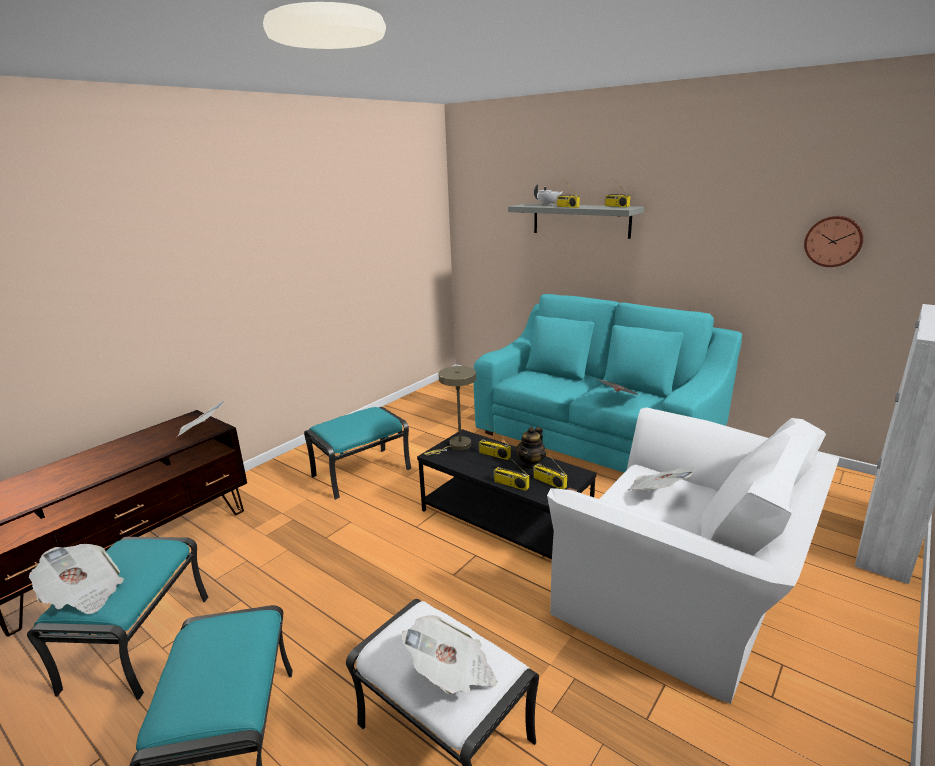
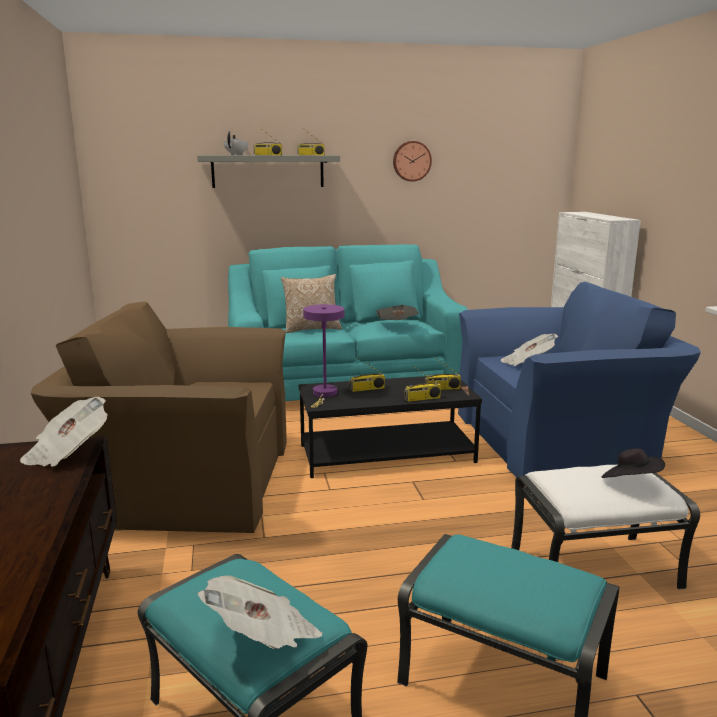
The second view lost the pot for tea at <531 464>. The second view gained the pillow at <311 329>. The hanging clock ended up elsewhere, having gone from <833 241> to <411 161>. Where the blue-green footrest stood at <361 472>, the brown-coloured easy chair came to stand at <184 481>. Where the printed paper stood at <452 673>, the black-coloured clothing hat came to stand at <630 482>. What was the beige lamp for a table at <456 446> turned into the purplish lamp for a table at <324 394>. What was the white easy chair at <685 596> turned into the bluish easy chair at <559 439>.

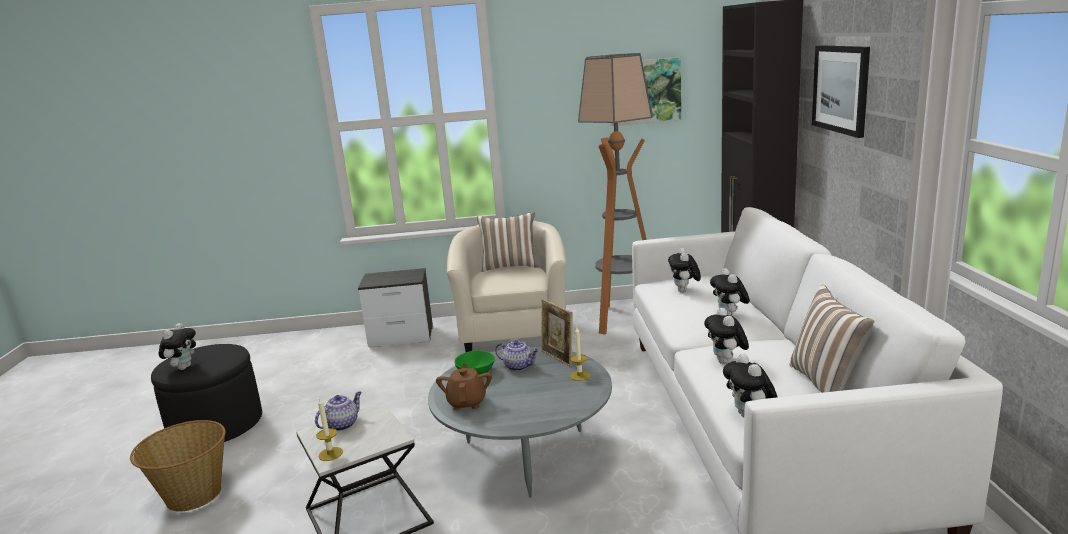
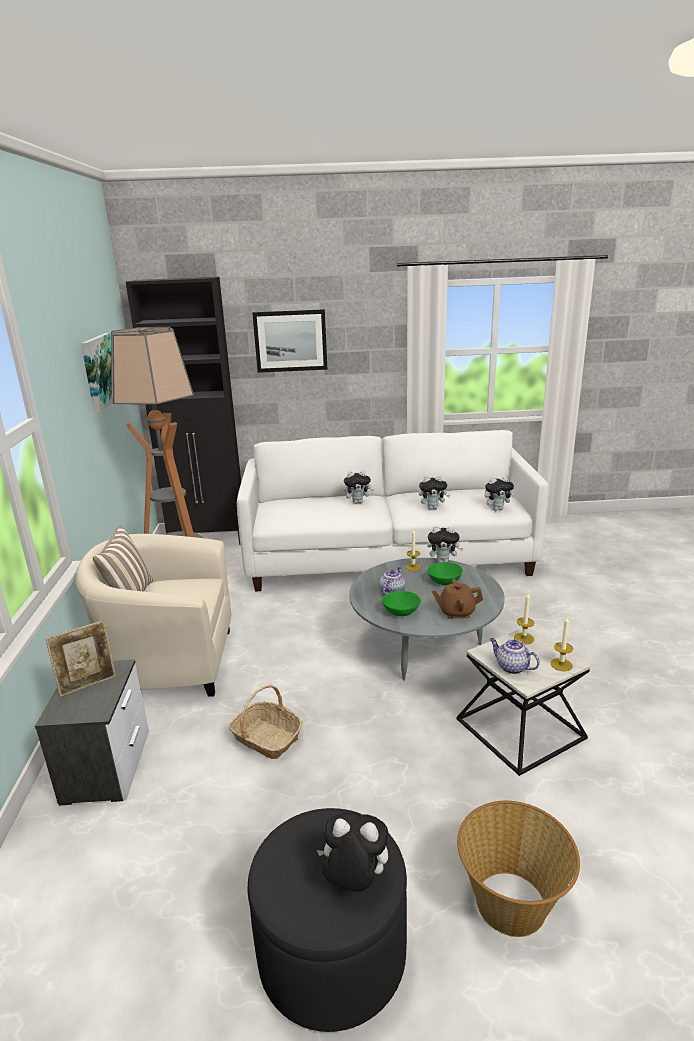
The second view lost the pillow at <826 384>. The second view gained the basket at <266 738>. The second view gained the green bowl at <445 581>. The second view gained the candle at <524 638>. The picture frame ended up elsewhere, having gone from <558 358> to <88 685>. The plush toy ended up elsewhere, having gone from <684 291> to <443 561>.

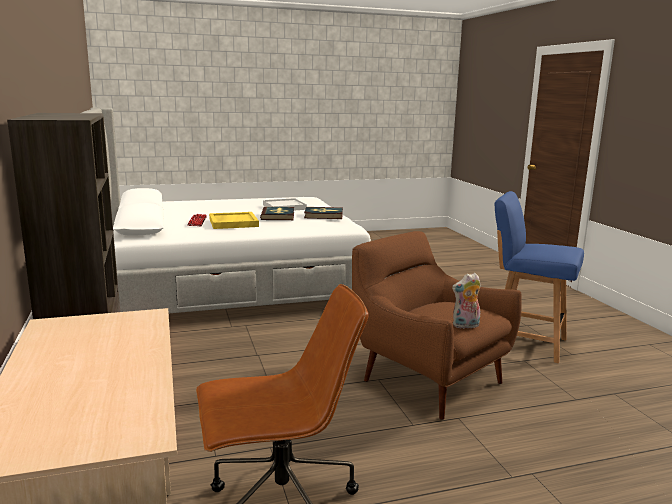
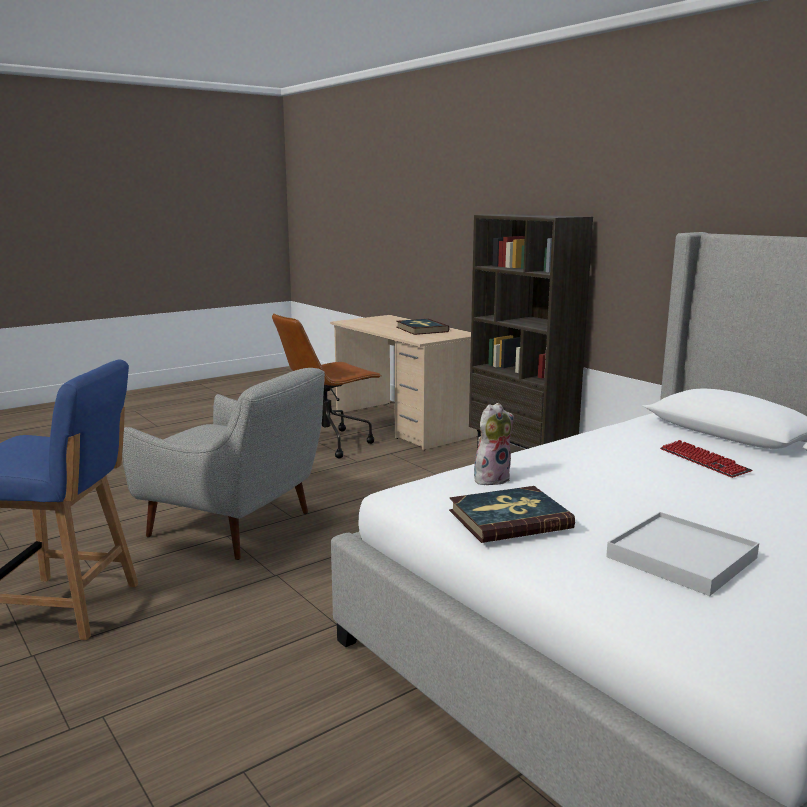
The second view lost the yellow-coloured tray at <233 222>. The bound book ended up elsewhere, having gone from <278 216> to <421 329>. The plush toy ended up elsewhere, having gone from <465 326> to <491 478>. What was the brown-coloured easy chair at <427 379> turned into the greyish easy chair at <236 526>.

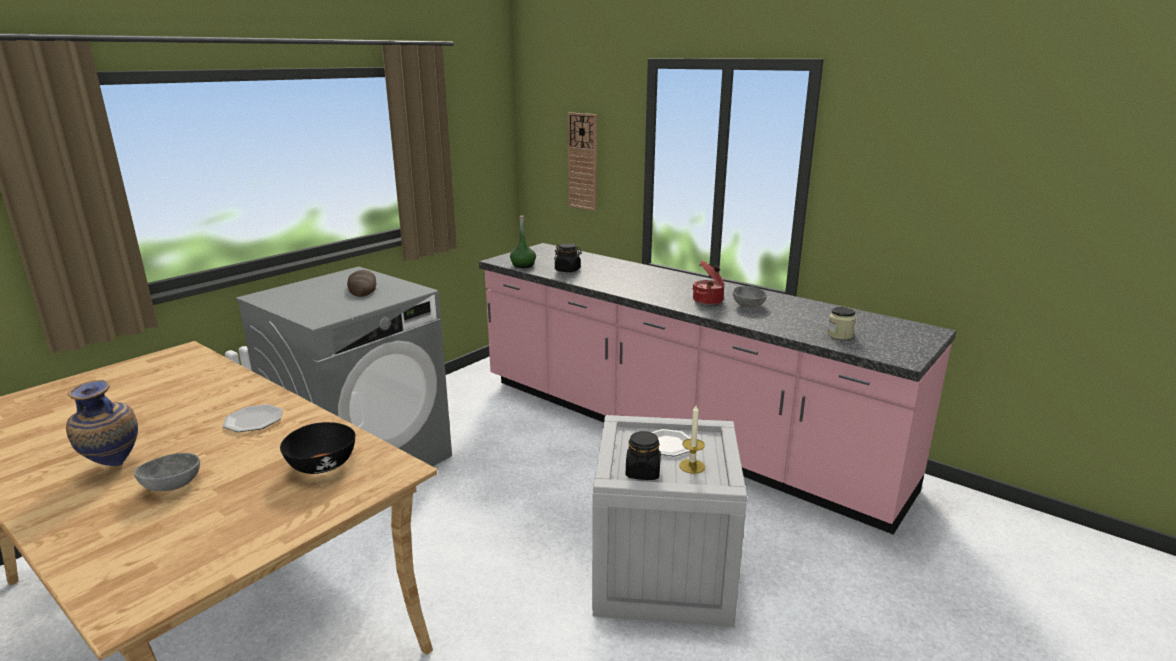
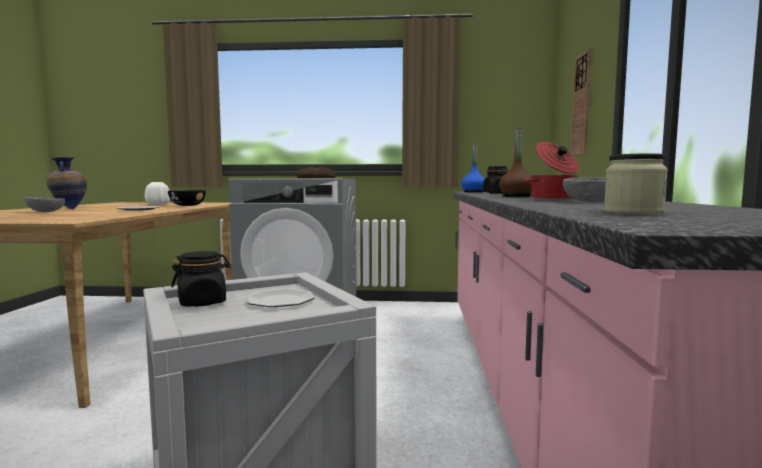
The second view lost the candle at <692 466>. The second view gained the white flower vase at <158 204>. The second view gained the brown-coloured drink bottle at <516 196>. The black-coloured bowl ended up elsewhere, having gone from <321 465> to <187 205>. What was the green drink bottle at <523 265> turned into the bluish drink bottle at <473 192>.

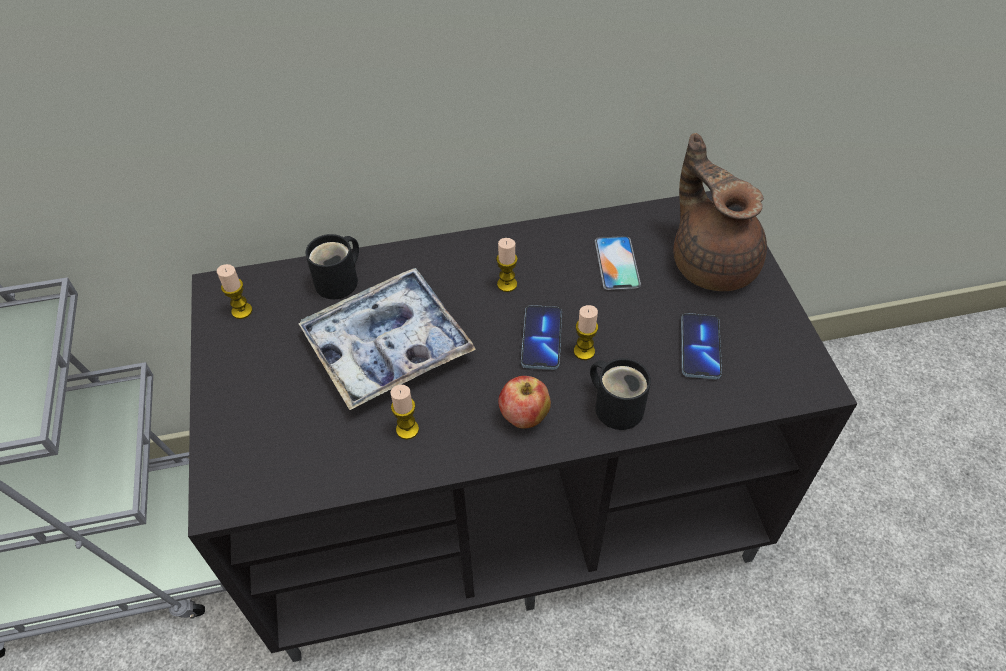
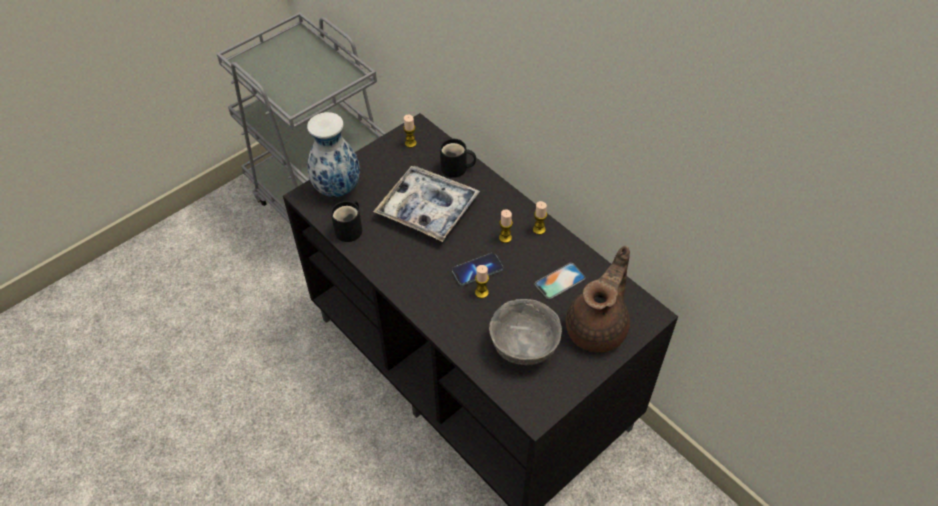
The second view lost the apple at <524 417>. The second view gained the flower vase at <337 189>. The candle ended up elsewhere, having gone from <407 429> to <539 229>. The black-coloured coffee mug ended up elsewhere, having gone from <617 405> to <351 229>. Where the phone stood at <700 347>, the greyish bowl came to stand at <523 346>.

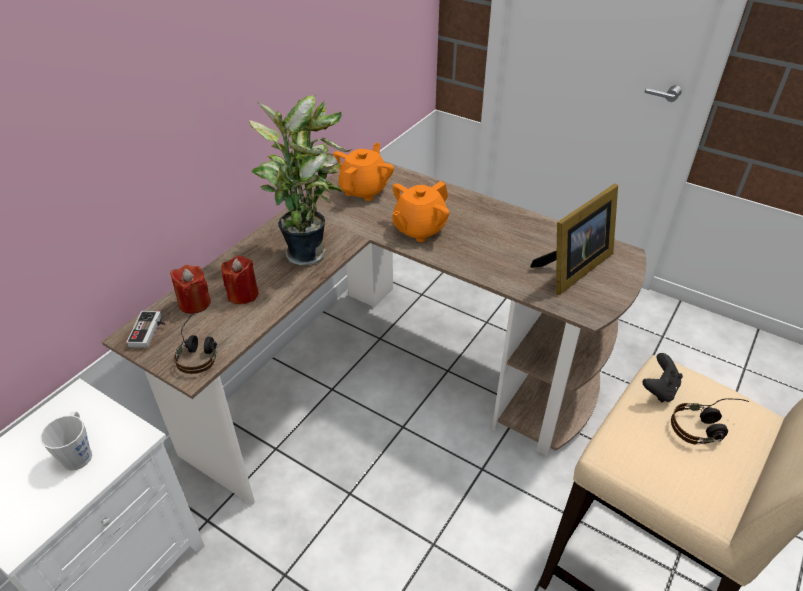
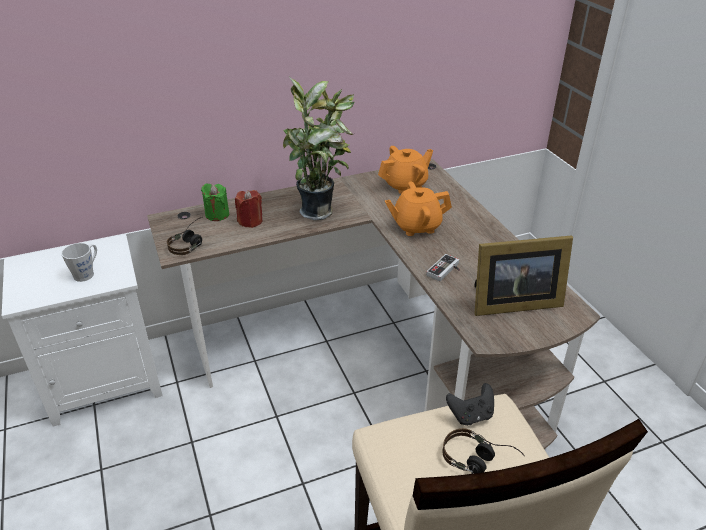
The joypad ended up elsewhere, having gone from <150 331> to <446 271>. What was the reddish candle at <194 303> turned into the green candle at <217 214>.

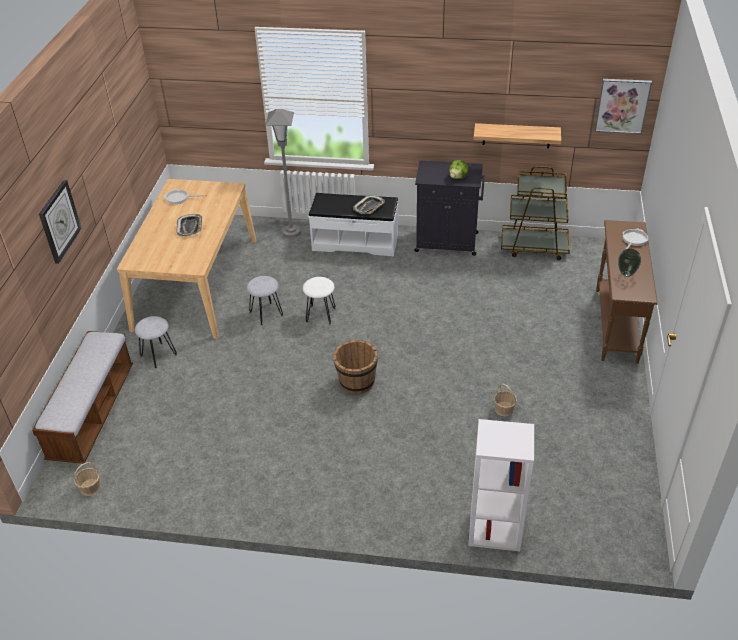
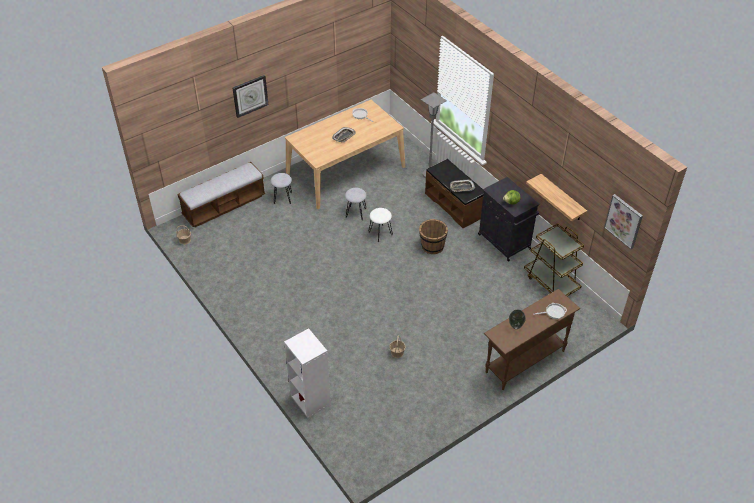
The brown-coloured water bucket ended up elsewhere, having gone from <356 382> to <432 246>. What was the white bench at <355 242> turned into the brown-coloured bench at <454 205>.

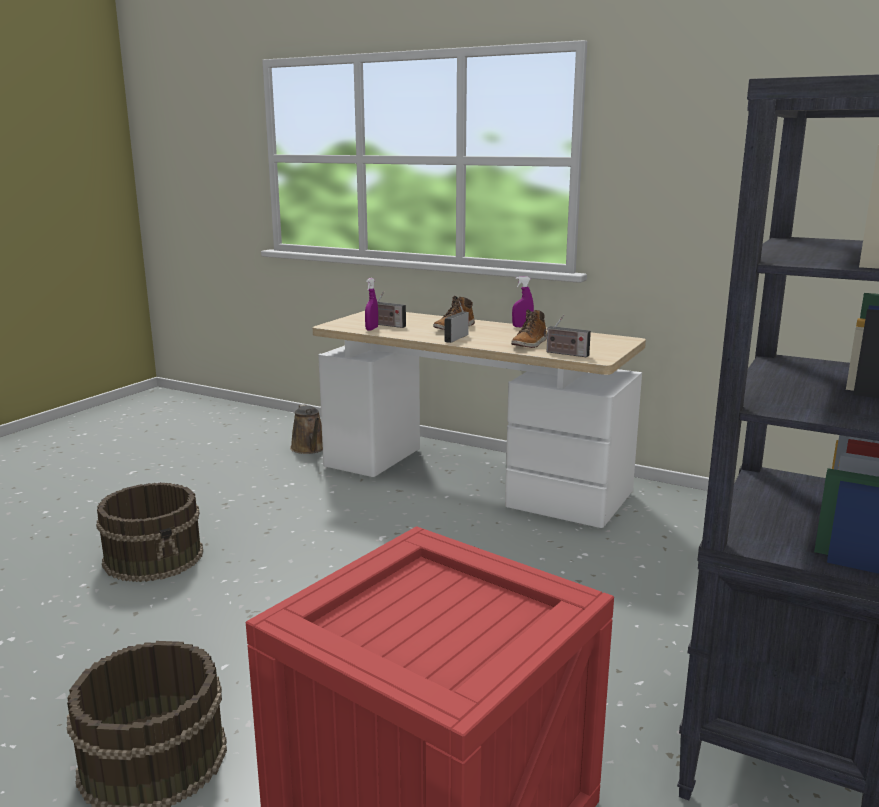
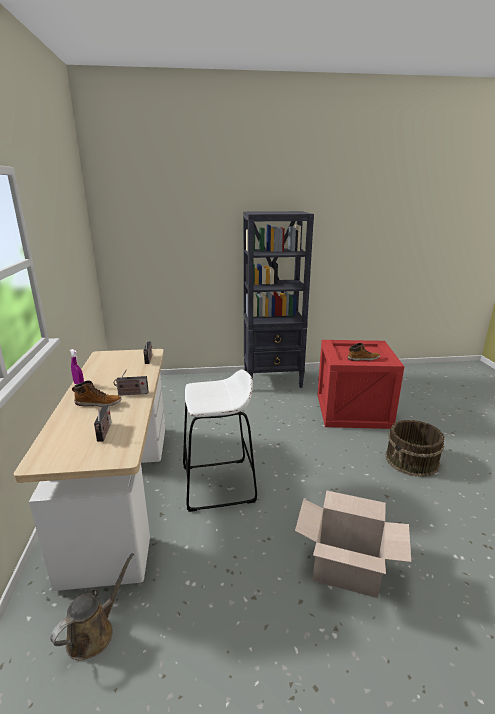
The second view lost the purplish sprayer at <371 329>. The second view gained the white sitting stool at <218 484>. The tall boot ended up elsewhere, having gone from <530 344> to <363 359>. Where the brown-coloured water bucket stood at <154 557>, the cardboard box came to stand at <346 569>.

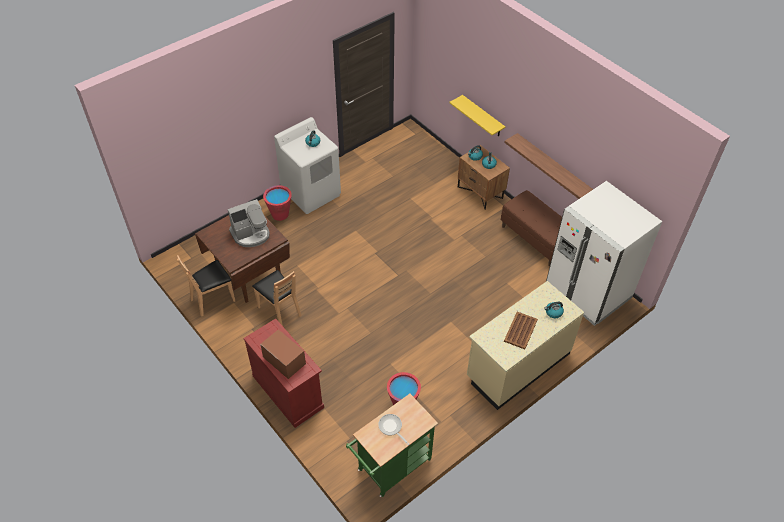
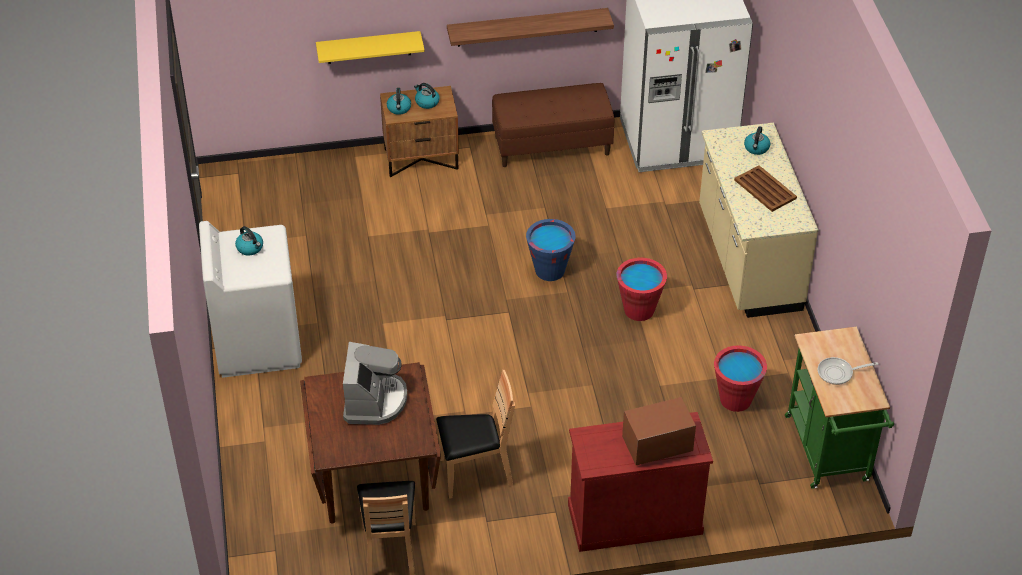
The second view gained the bluish water bucket at <550 270>. The reddish water bucket ended up elsewhere, having gone from <280 214> to <639 310>.

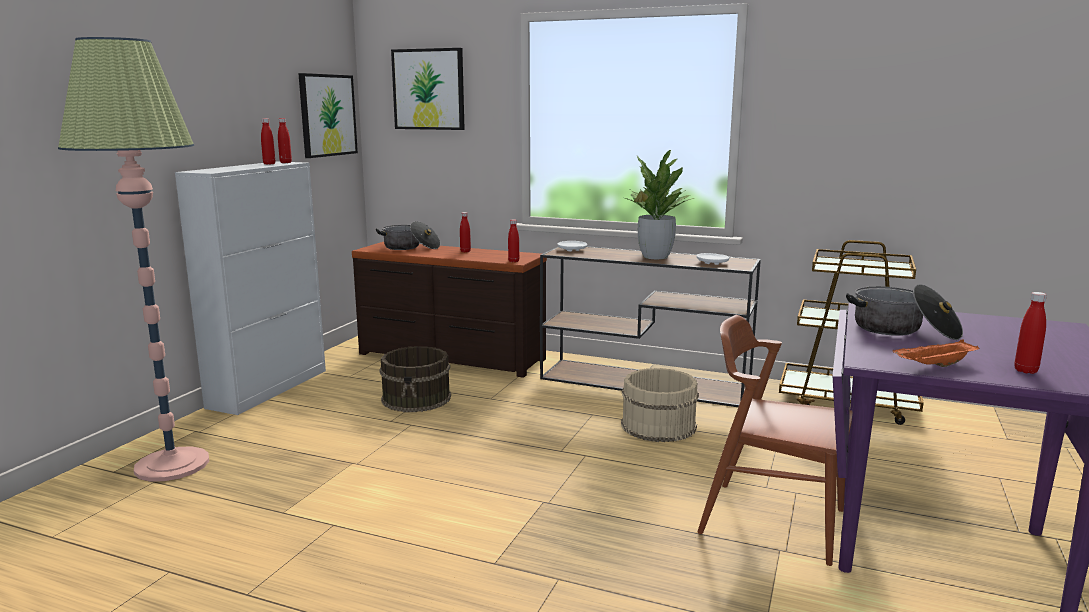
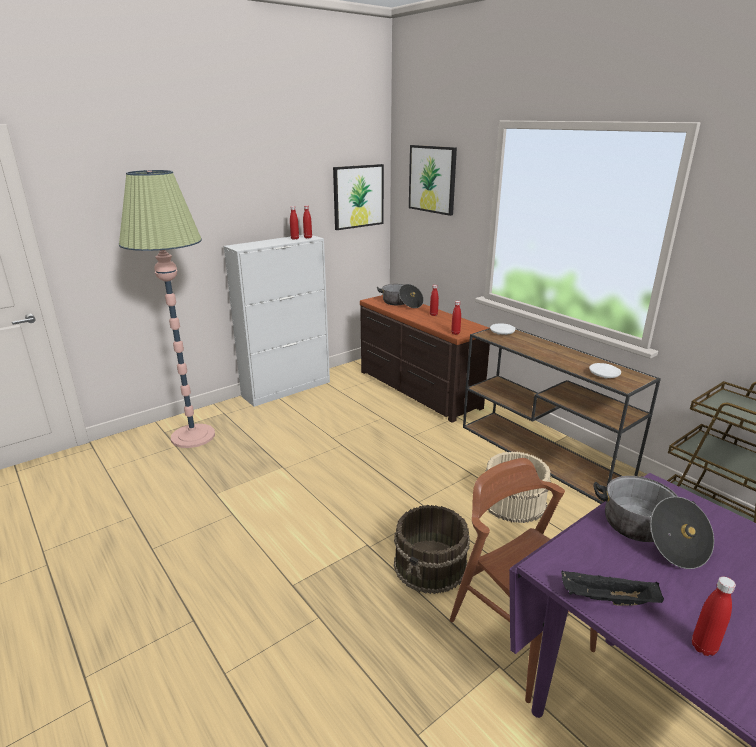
The second view lost the plant in a pot at <655 257>. The brown-coloured water bucket ended up elsewhere, having gone from <417 398> to <431 565>. What was the orange-coloured tray at <934 366> turned into the black-coloured tray at <607 600>.

